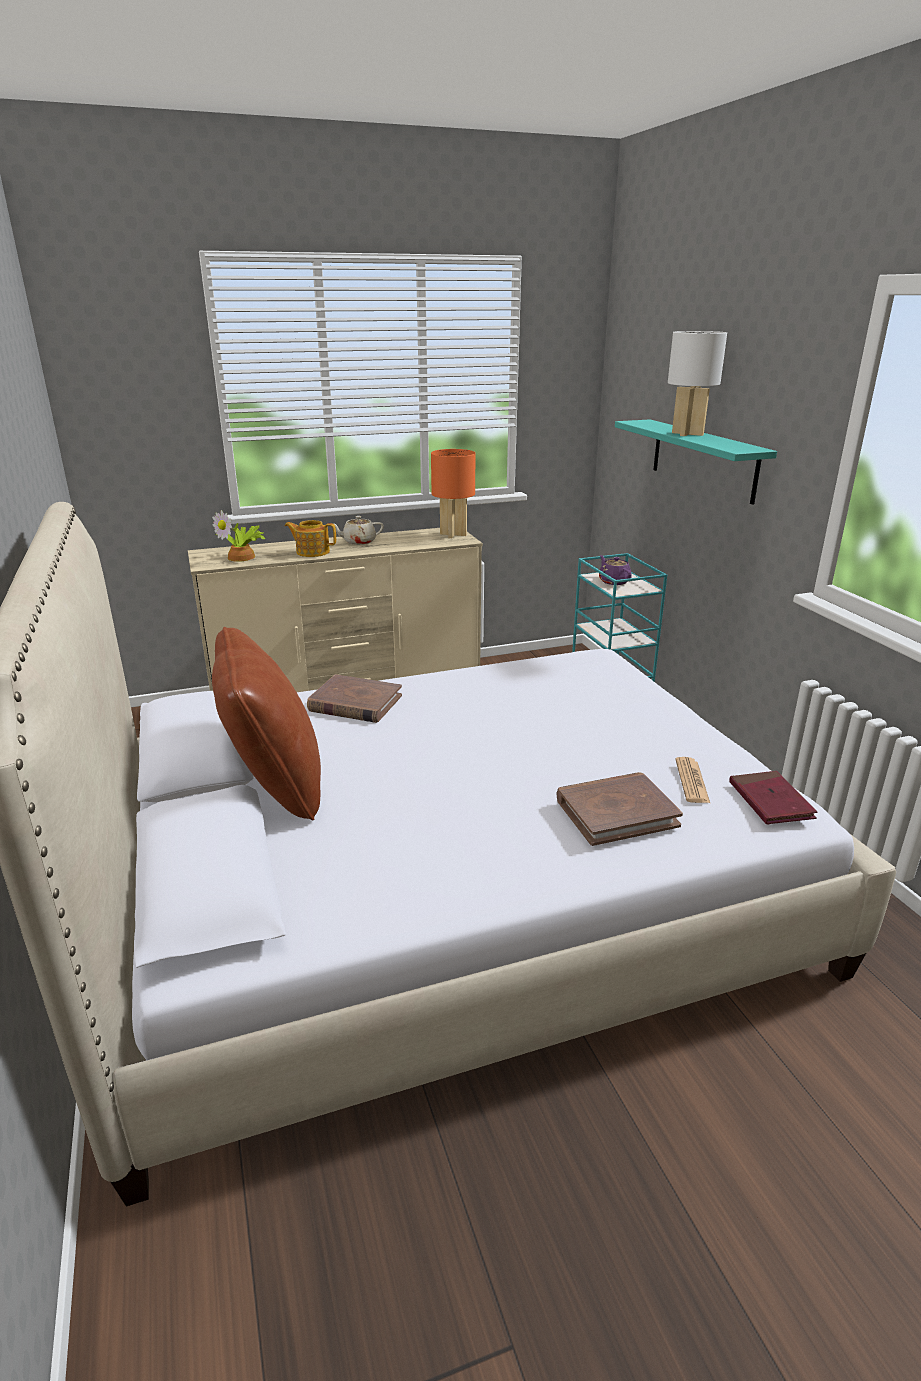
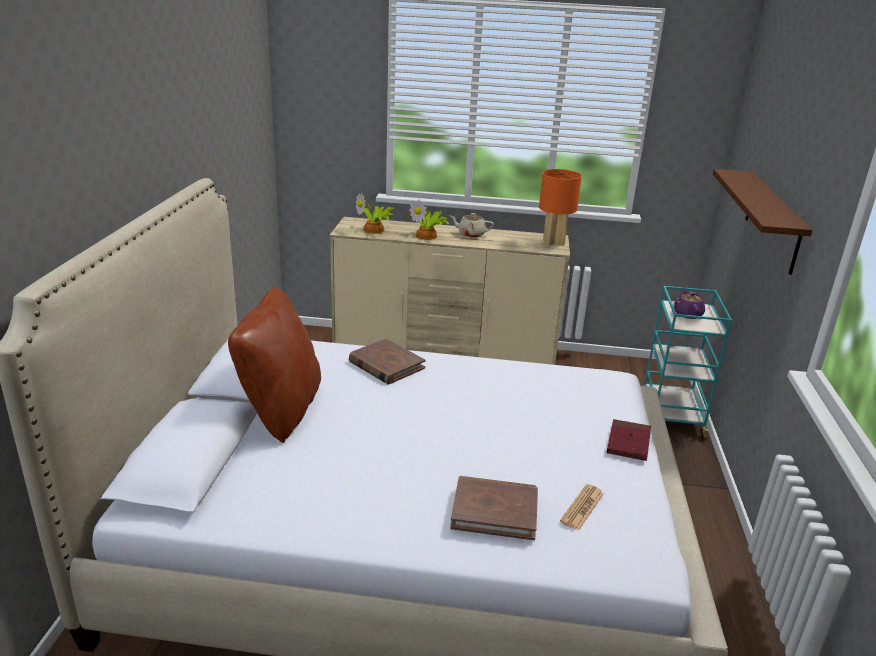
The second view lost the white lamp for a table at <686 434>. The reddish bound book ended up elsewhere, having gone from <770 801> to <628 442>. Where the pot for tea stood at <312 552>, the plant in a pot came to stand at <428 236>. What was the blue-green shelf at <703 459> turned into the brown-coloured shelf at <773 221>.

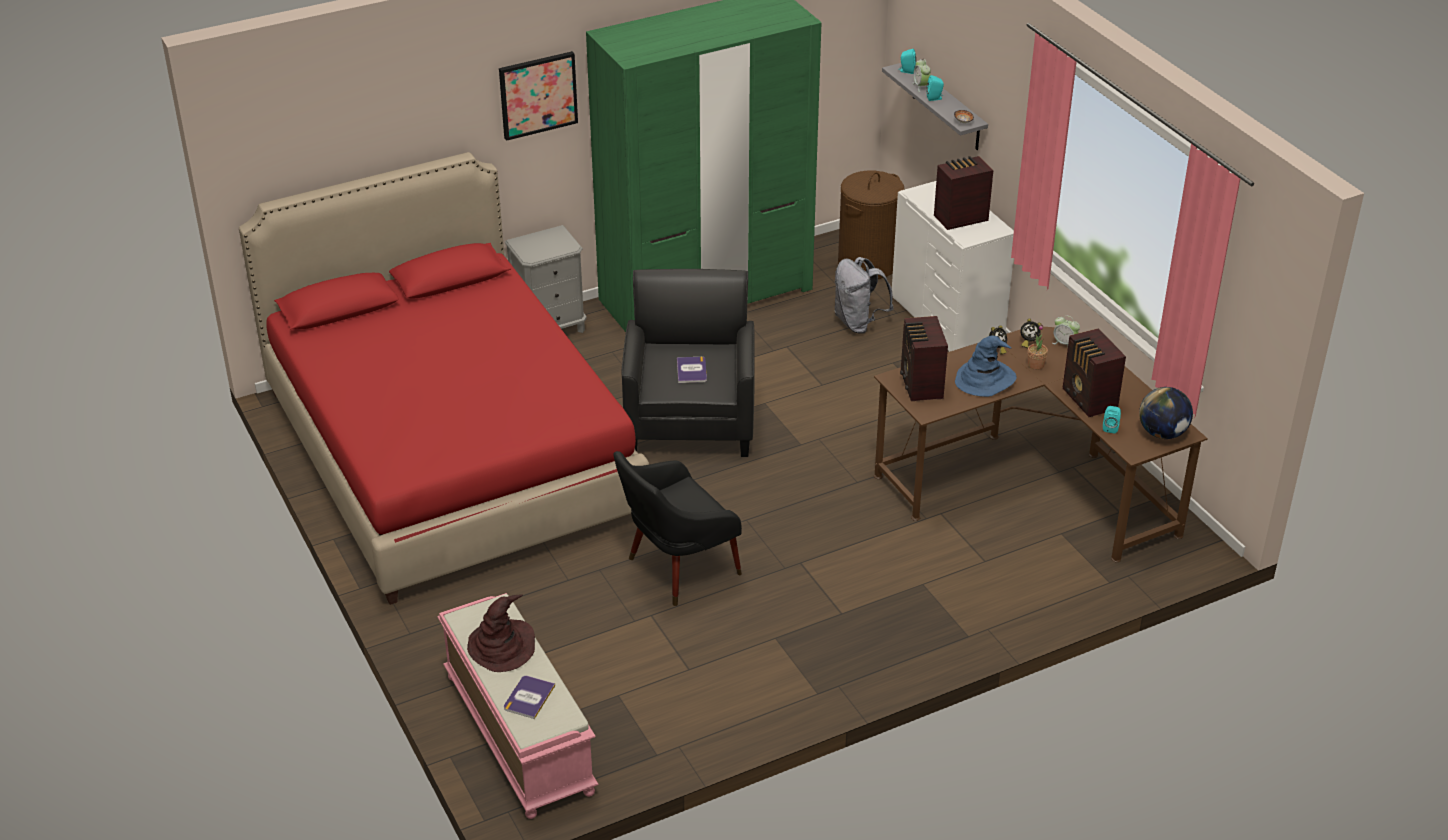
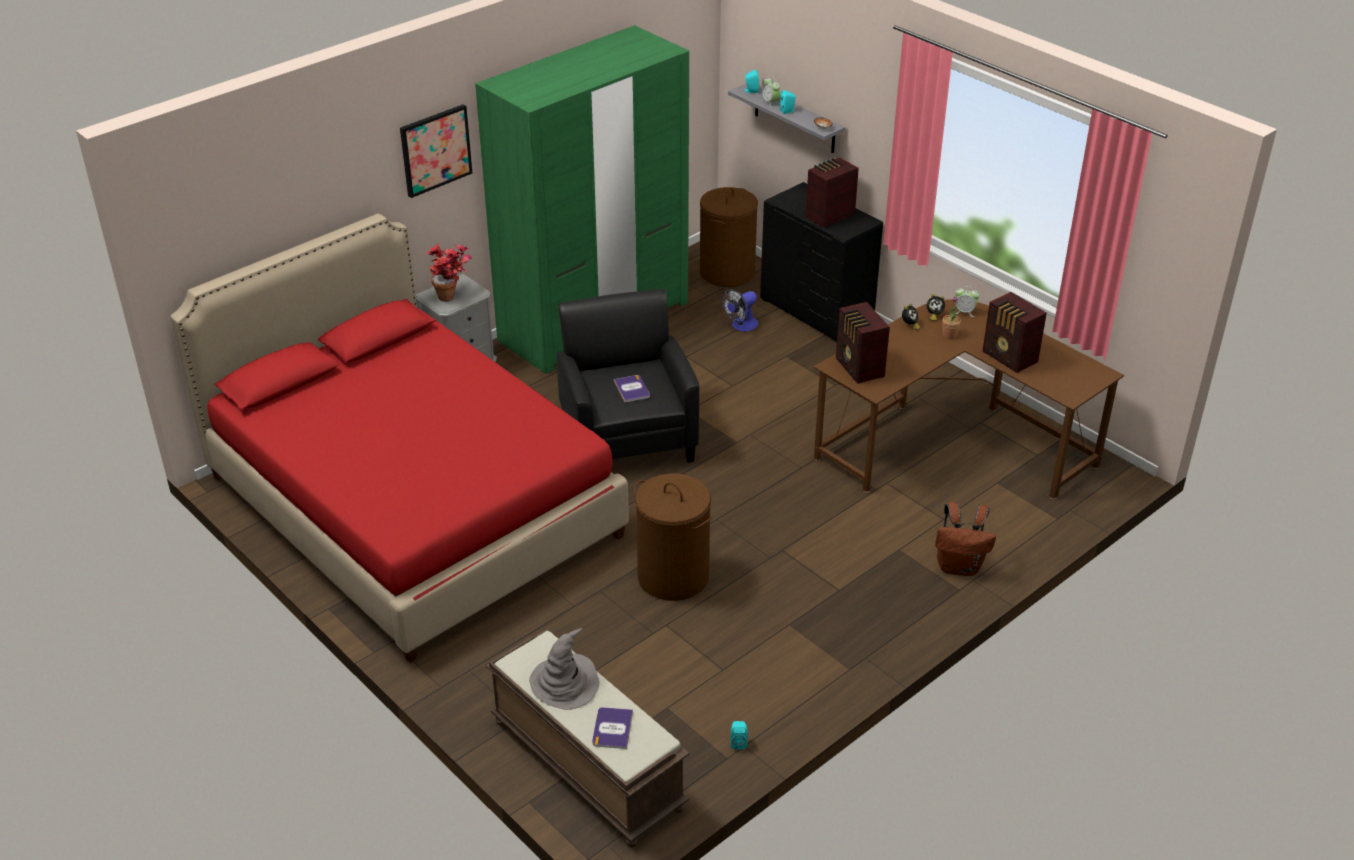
The second view lost the bluish clothing hat at <985 379>. The second view lost the world globe at <1162 433>. The second view gained the plant in a pot at <452 296>. The second view gained the brown-coloured rucksack at <959 566>. The blue-green speaker ended up elsewhere, having gone from <1110 427> to <738 742>. Where the black-coloured easy chair stood at <677 569>, the brown-coloured hamper came to stand at <672 577>. Where the greyish rucksack stood at <858 323>, the cooling fan came to stand at <741 326>. What was the pink bench at <517 733> turned into the brown-coloured bench at <585 765>. What was the brown-coloured clothing hat at <502 646> turned into the greyish clothing hat at <565 683>. What was the white chest of drawers at <948 318> turned into the black-coloured chest of drawers at <817 310>.

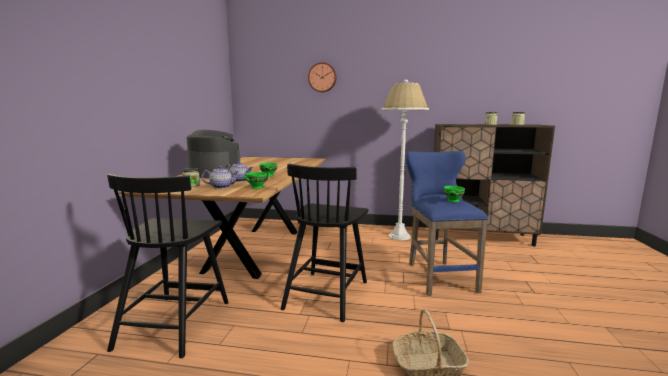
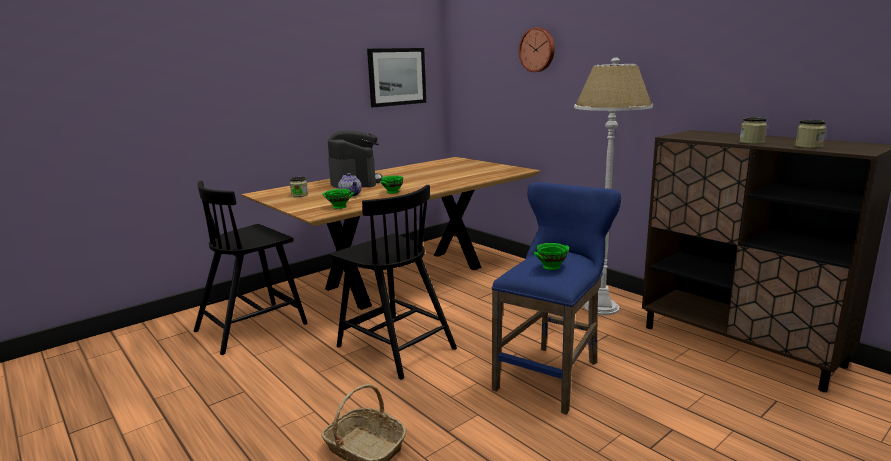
The second view lost the pot for tea at <221 187>. The second view gained the wall art at <397 77>. The black-coloured upright chair at <326 294> ended up facing another way, 105 degrees counterclockwise from before.

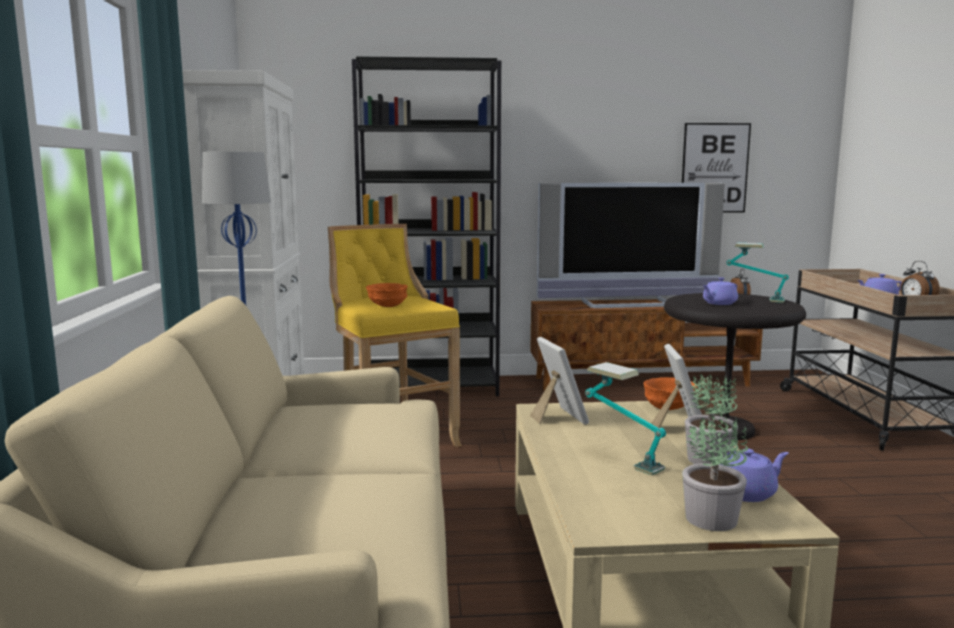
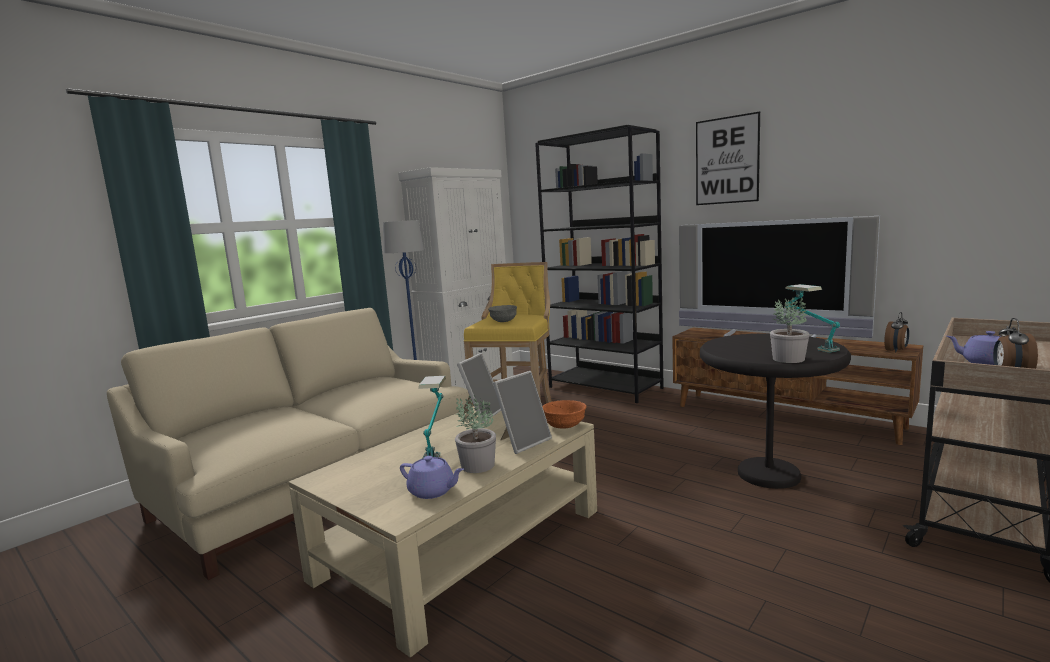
The second view lost the purplish pot for tea at <719 303>. The wall art ended up elsewhere, having gone from <714 168> to <727 160>. The plant in a pot ended up elsewhere, having gone from <712 519> to <789 359>. What was the orange-coloured bowl at <387 305> turned into the greyish bowl at <504 321>.

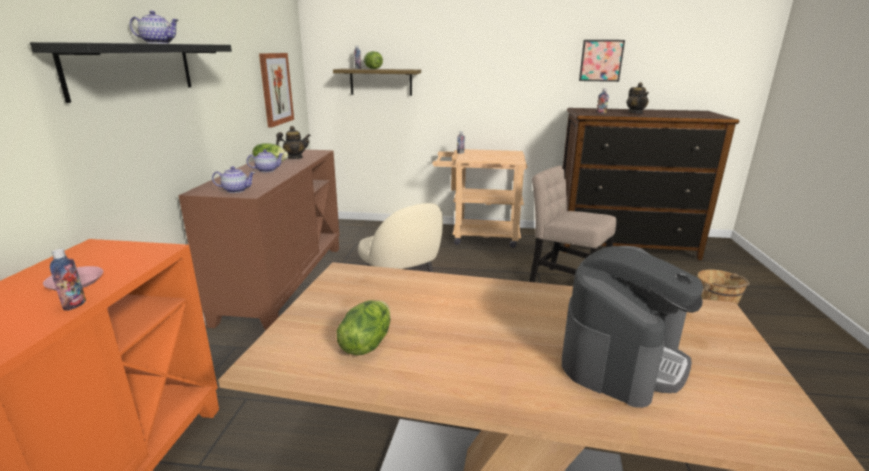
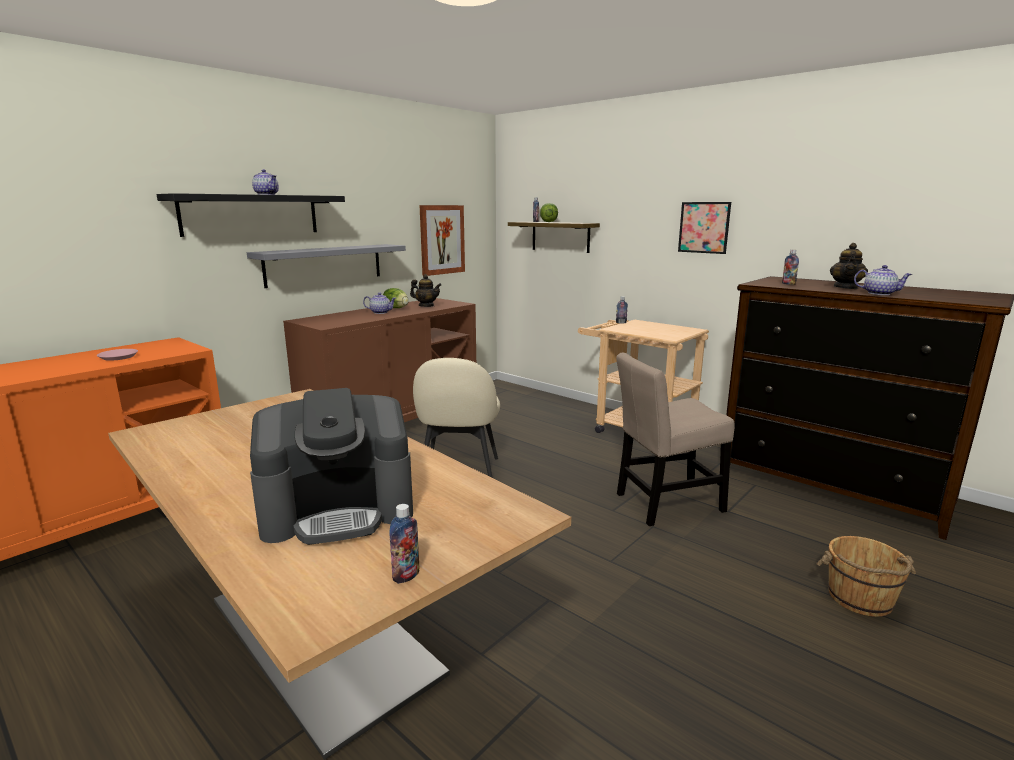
The second view lost the head of lettuce at <366 343>. The second view gained the greyish shelf at <324 264>. The drink bottle ended up elsewhere, having gone from <74 305> to <406 575>. The pot for tea ended up elsewhere, having gone from <236 190> to <879 293>. The wall art ended up elsewhere, having gone from <601 60> to <704 227>. The beige upright chair at <564 284> ended up facing another way, 90 degrees counterclockwise from before.

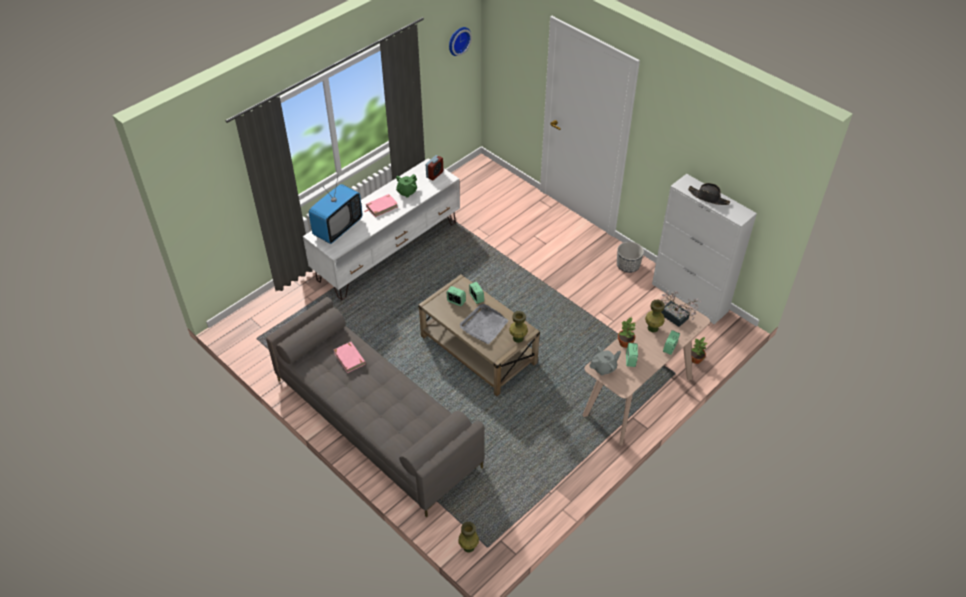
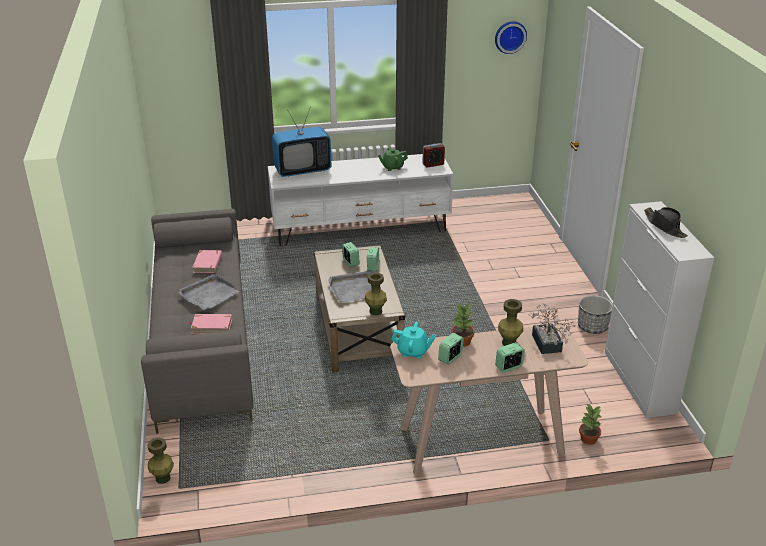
The second view gained the greyish tray at <208 295>. The pink bound book ended up elsewhere, having gone from <381 207> to <211 326>. What was the greyish pot for tea at <604 368> turned into the blue-green pot for tea at <413 351>.

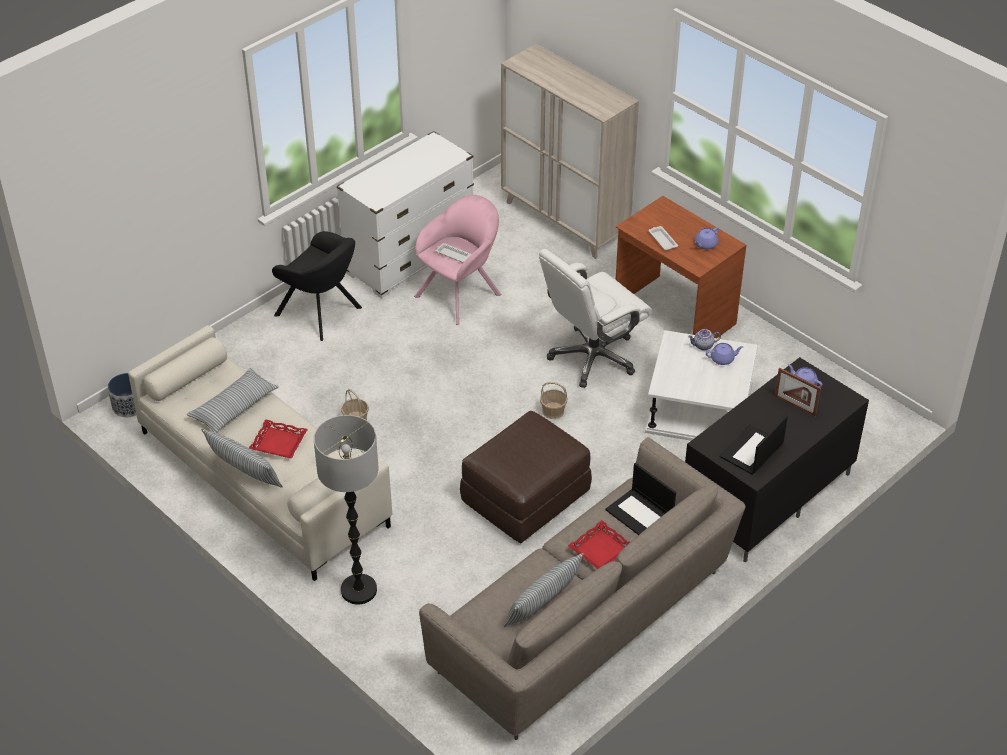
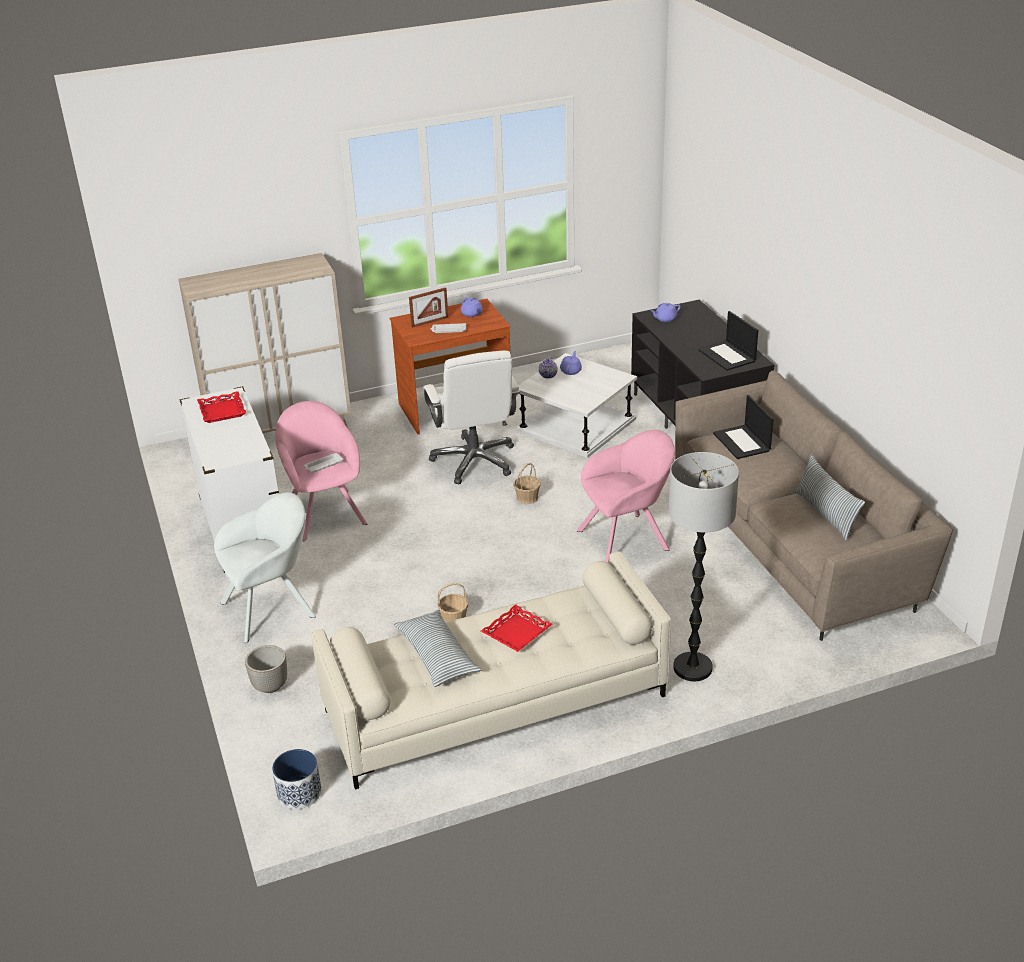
The second view lost the pillow at <244 471>. The second view gained the flower pot at <270 686>. The reddish tray ended up elsewhere, having gone from <601 549> to <222 411>. The picture frame ended up elsewhere, having gone from <795 405> to <430 322>. Where the brown-coloured footrest stood at <525 498>, the pink easy chair came to stand at <627 538>. What was the black-coloured easy chair at <321 313> turned into the white easy chair at <273 608>. The portable computer at <640 514> ended up facing another way, 90 degrees clockwise from before.

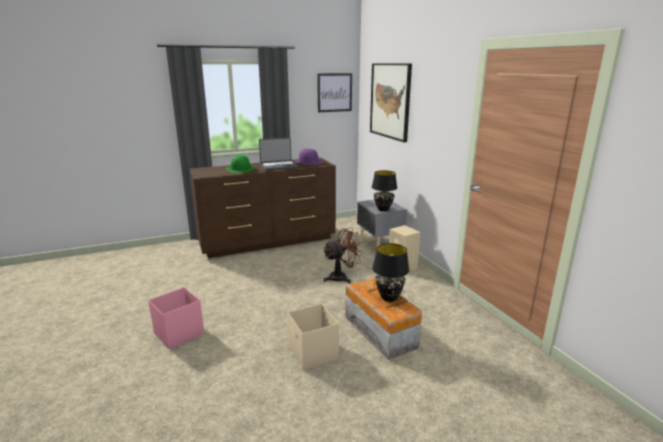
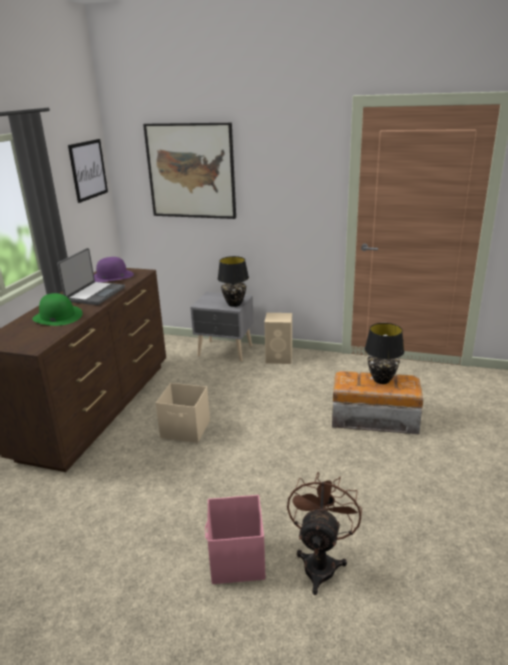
The beige storage box ended up elsewhere, having gone from <313 353> to <186 430>. The brown-coloured cooling fan ended up elsewhere, having gone from <342 277> to <321 562>.

